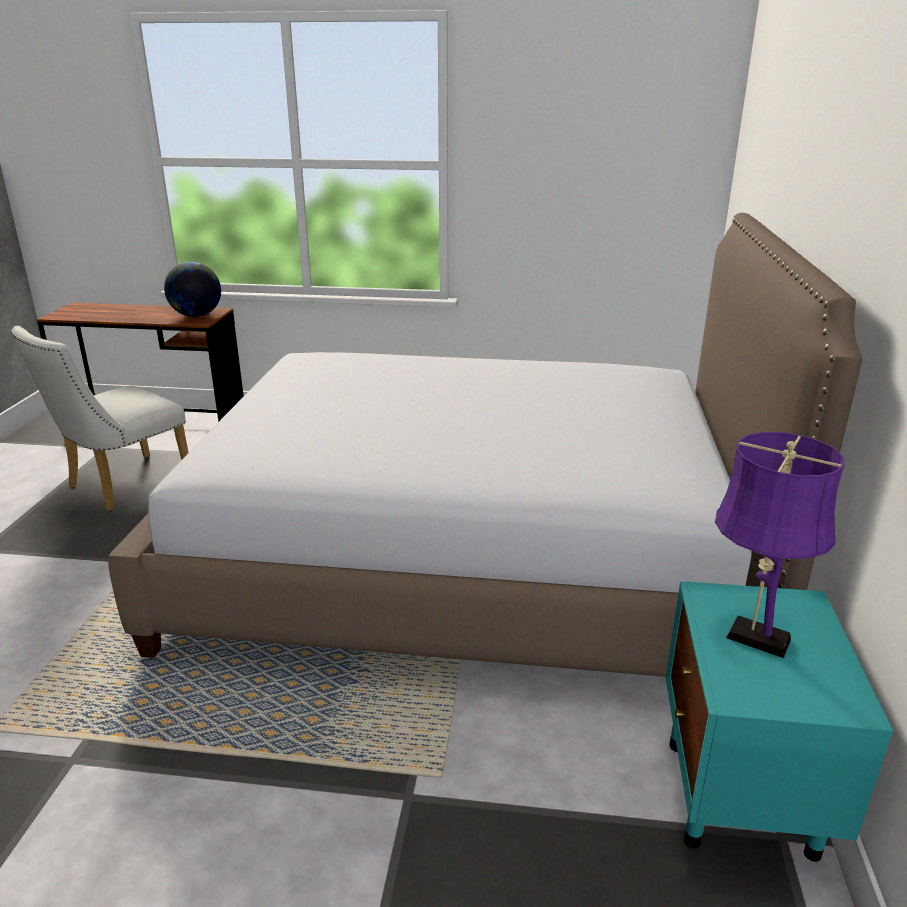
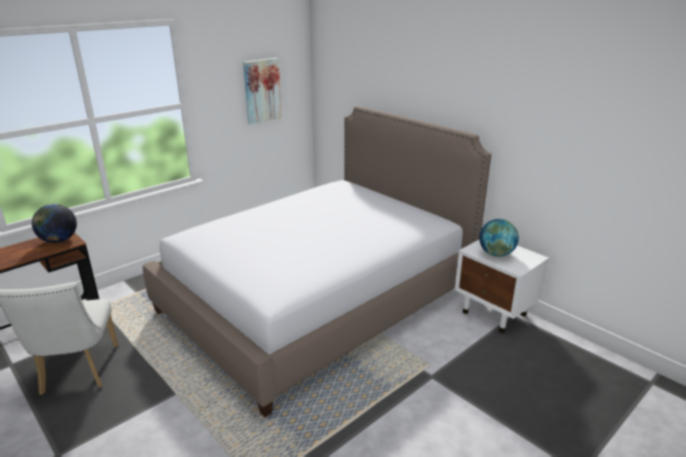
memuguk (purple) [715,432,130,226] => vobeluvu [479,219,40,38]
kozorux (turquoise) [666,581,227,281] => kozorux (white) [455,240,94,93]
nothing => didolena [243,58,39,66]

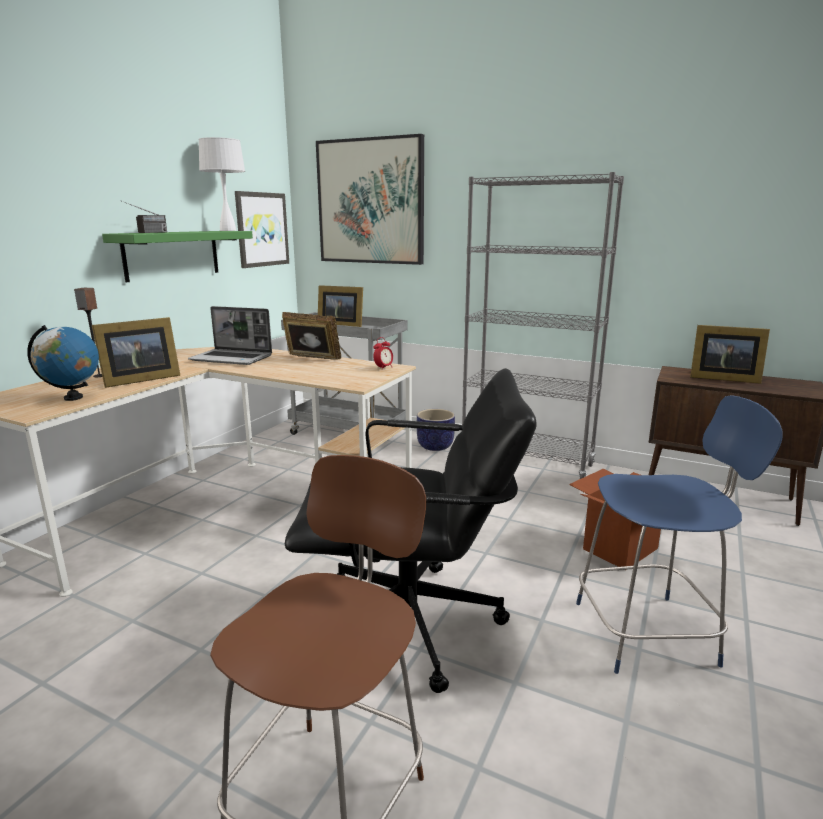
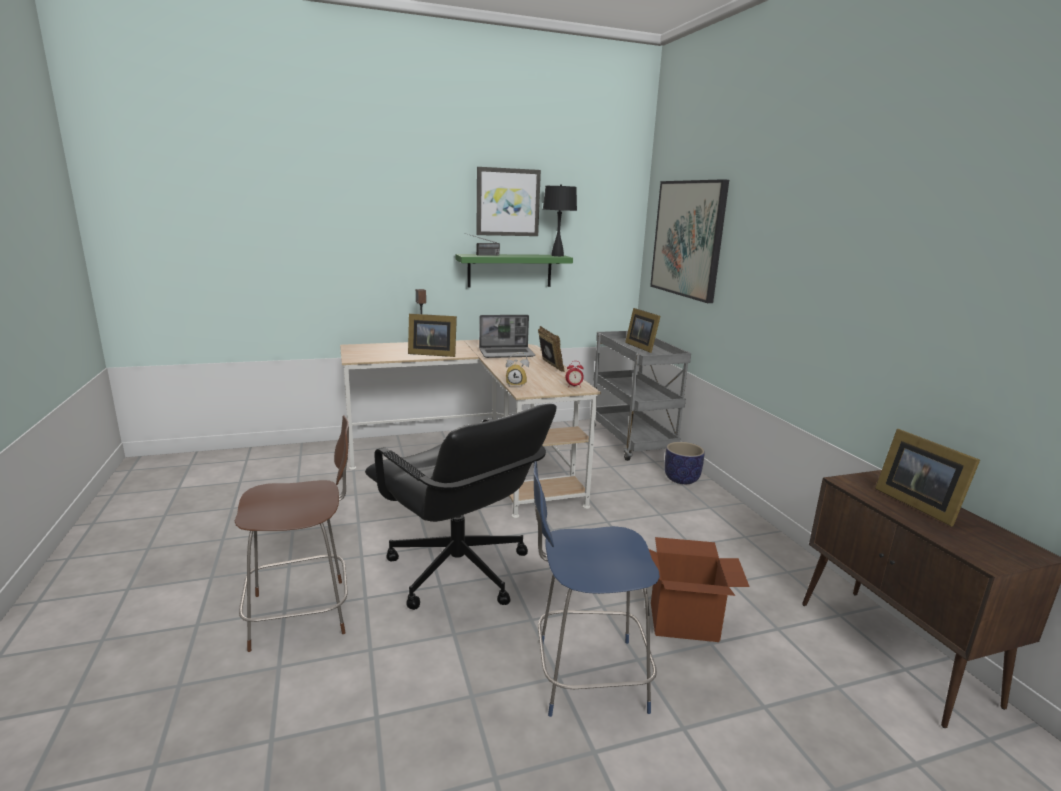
memuguk (white) [198,137,47,94] => memuguk (black) [543,184,34,72]
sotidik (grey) [462,172,162,307] => nothing
didolena [235,191,54,77] => didolena [476,167,65,69], move
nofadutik [188,306,84,59] => nofadutik [479,315,56,43], 75 degrees counterclockwise
vobeluvu [27,325,72,76] => nothing
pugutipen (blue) [576,395,206,279] => pugutipen (blue) [534,461,126,256], 135 degrees clockwise
nothing => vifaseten [506,352,23,34]

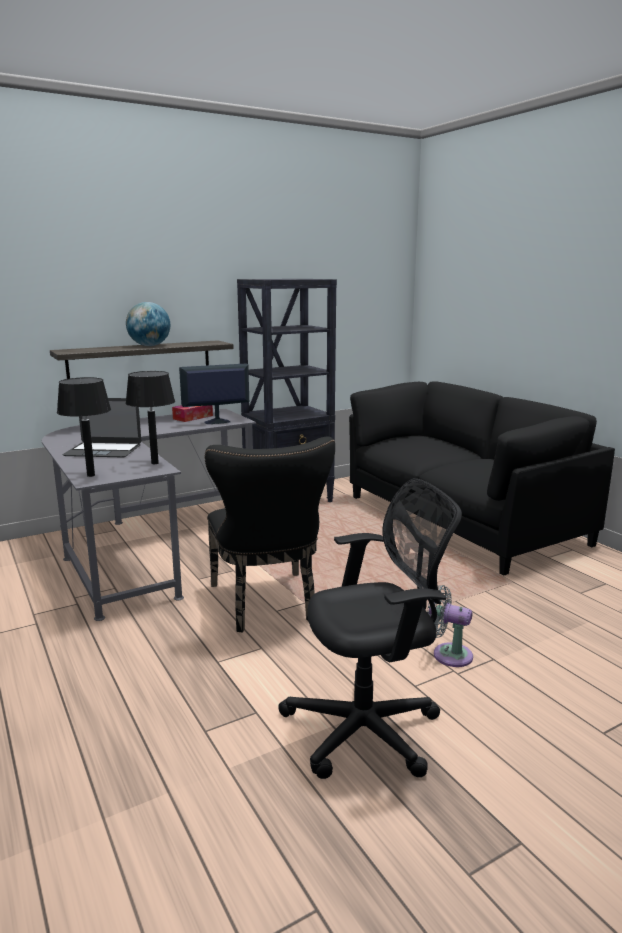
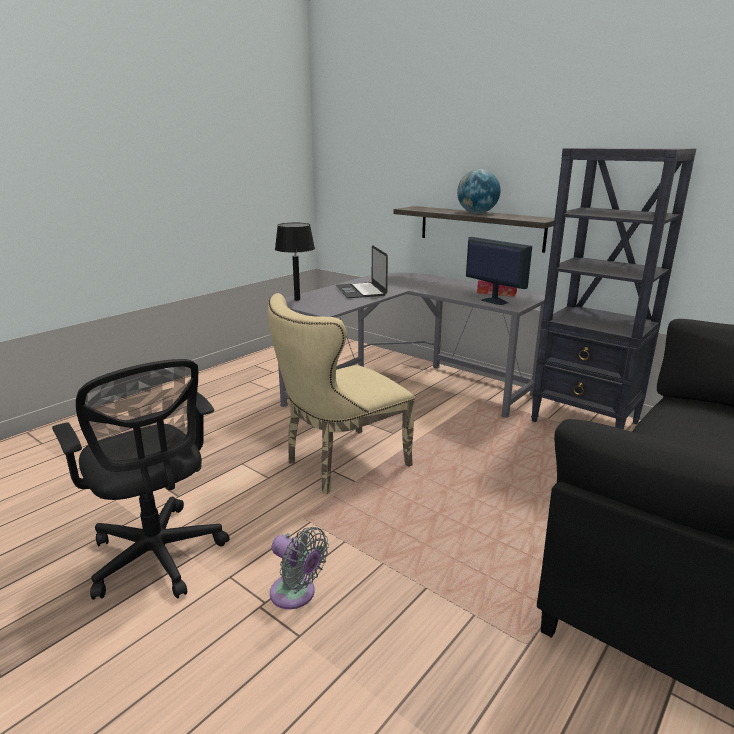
memuguk (black) [125,371,50,93] => nothing
pugutipen (black) [205,437,130,196] => pugutipen (beige) [268,293,147,201]
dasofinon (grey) [427,585,46,82] => dasofinon (grey) [270,527,59,82], 120 degrees clockwise

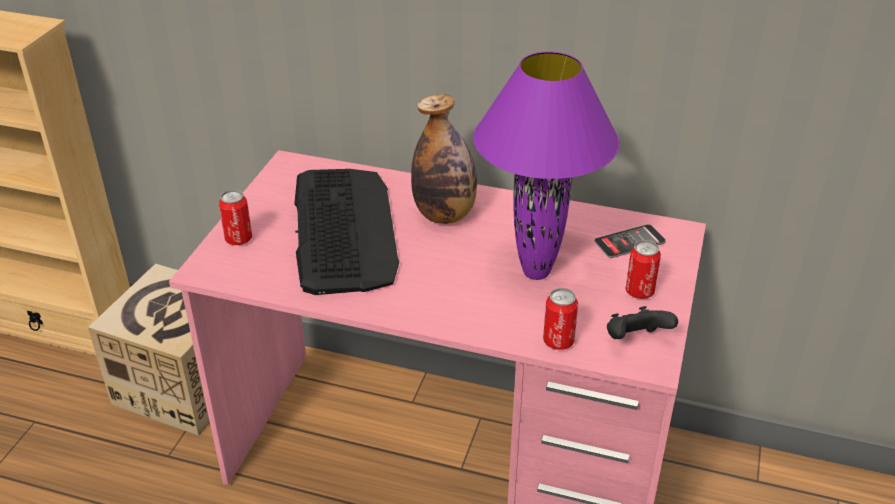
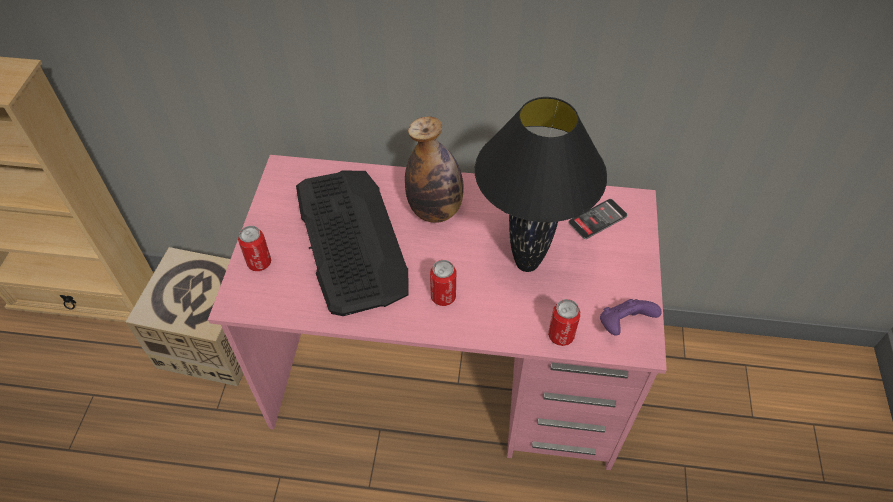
memuguk (purple) [473,51,146,229] => memuguk (black) [475,97,132,175]
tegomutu [625,240,36,59] => tegomutu [430,260,26,46], move
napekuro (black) [607,306,71,33] => napekuro (purple) [600,299,62,37]

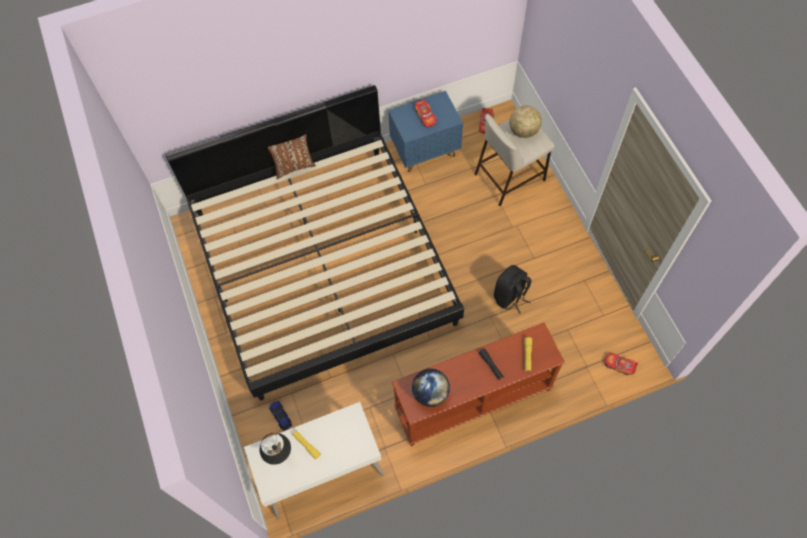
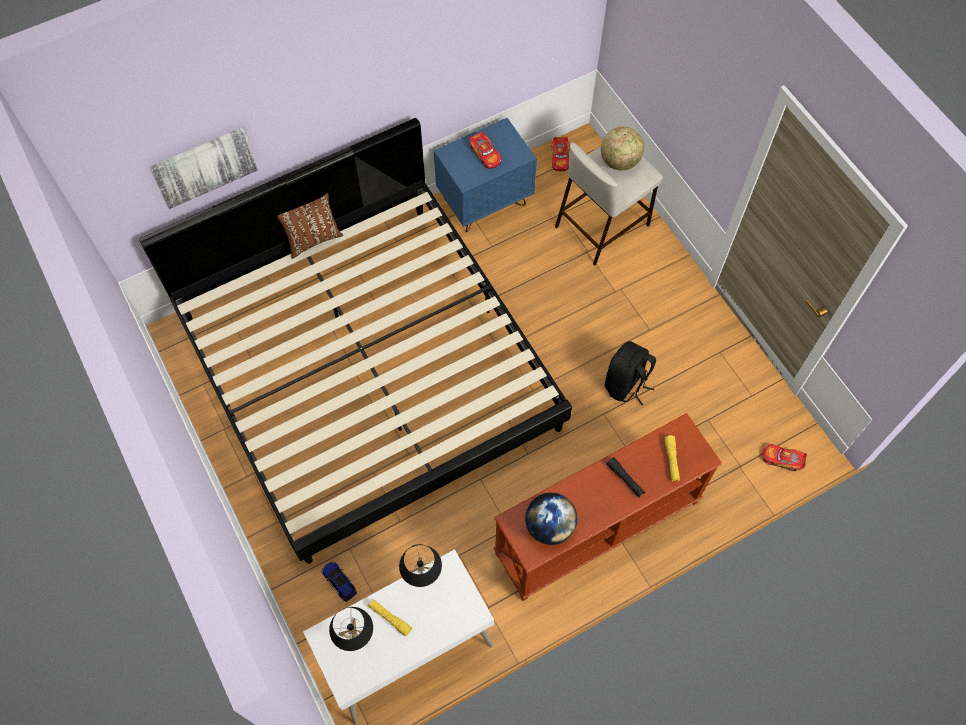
nothing => didolena [149,127,109,82]
nothing => memuguk (black) [399,544,43,43]

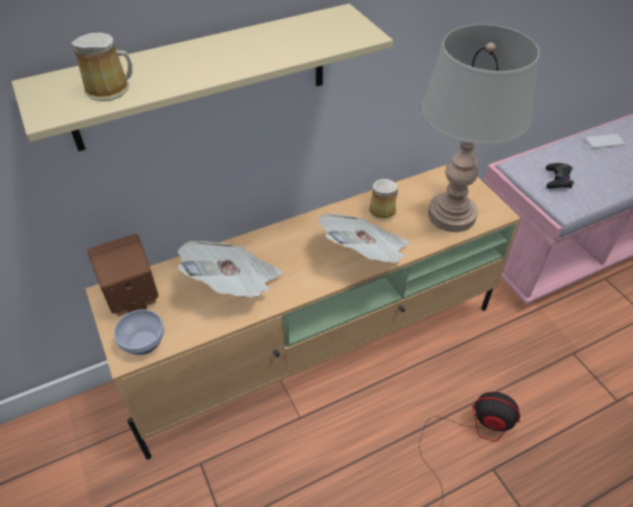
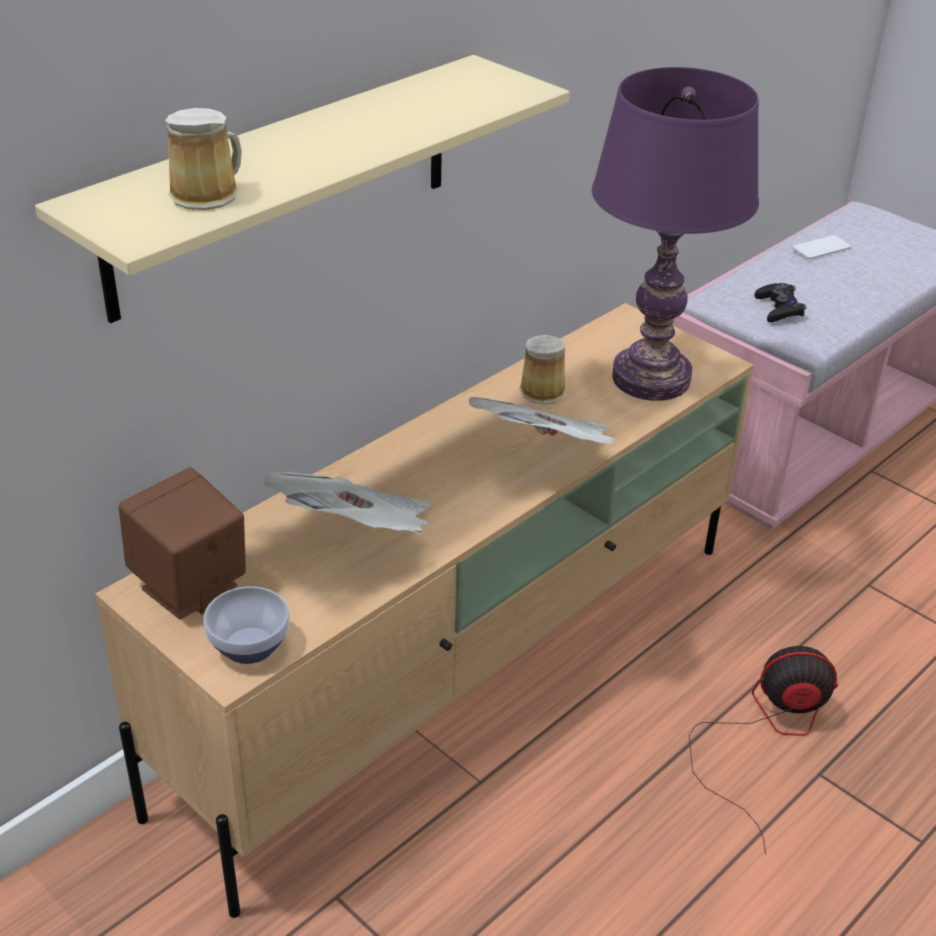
memuguk (grey) [421,24,118,208] => memuguk (purple) [592,67,167,334]

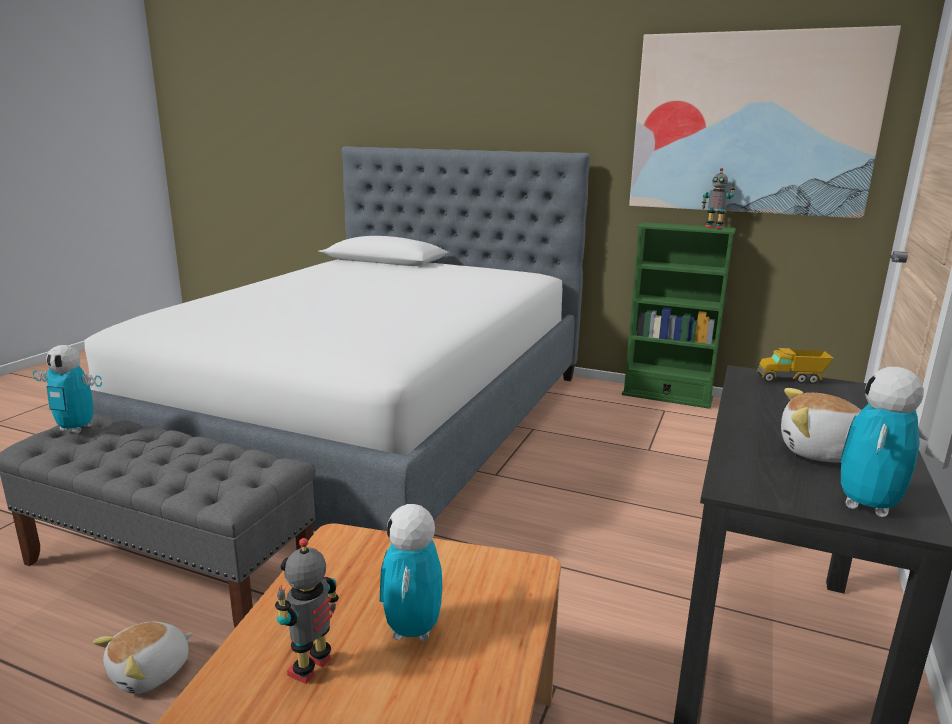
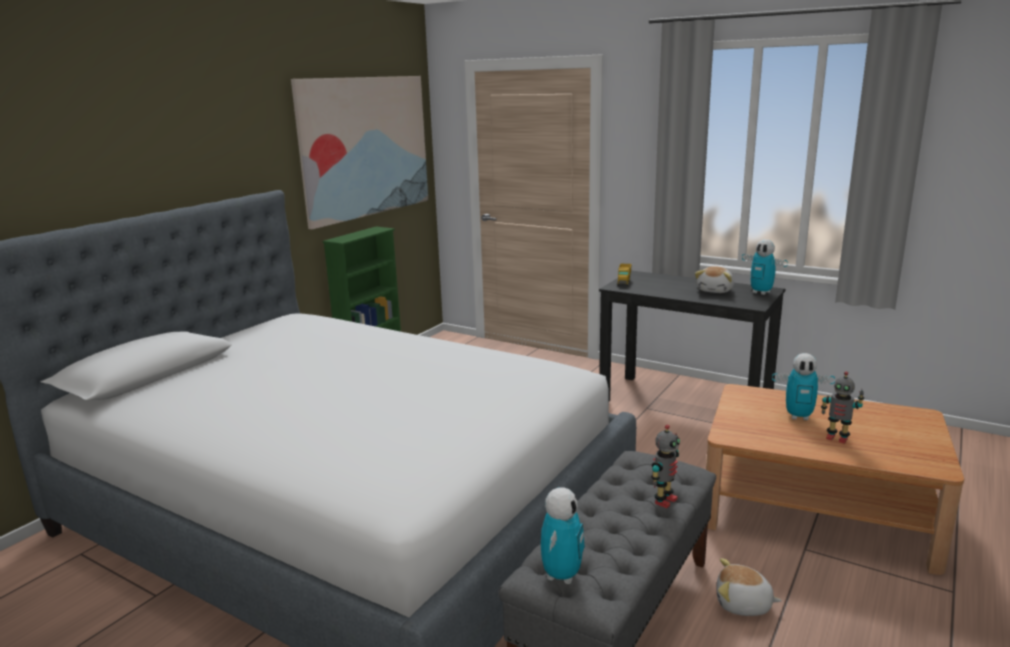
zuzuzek [702,168,33,61] => zuzuzek [651,424,29,84], move
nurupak [93,622,100,72] => nurupak [716,558,66,58], 150 degrees clockwise

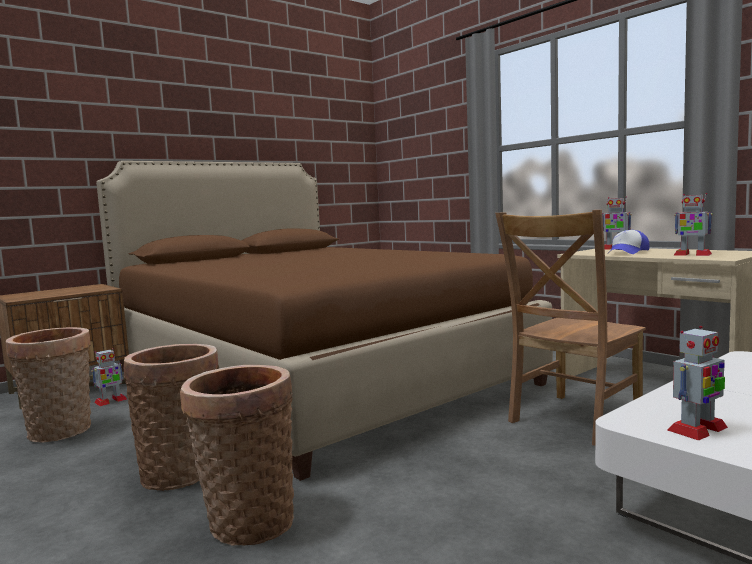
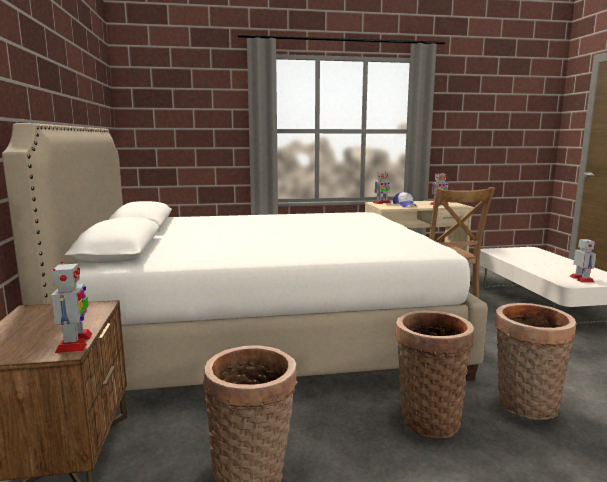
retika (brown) [96,161,457,320] => retika (white) [2,123,486,268]
zuzuzek [91,348,36,58] => zuzuzek [51,261,41,92], move

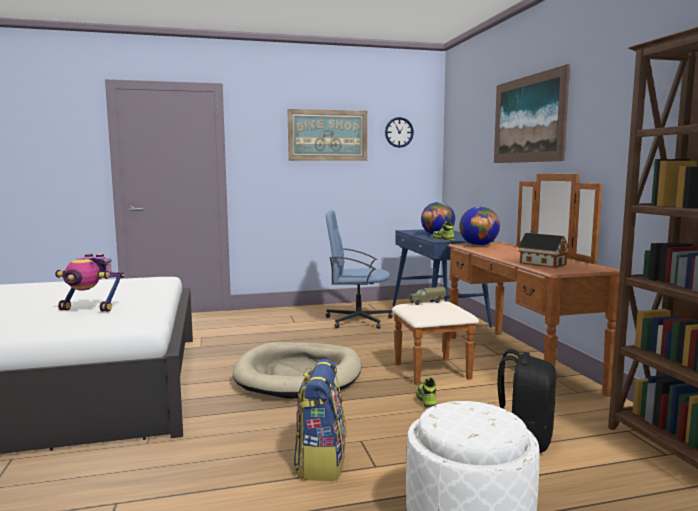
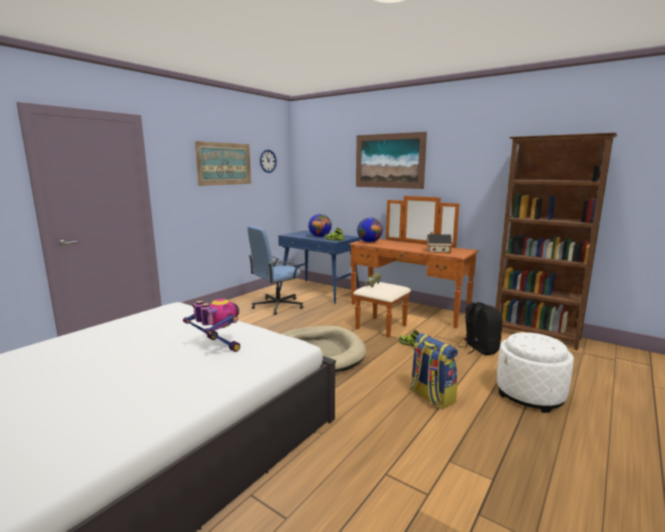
zuzuzek [55,254,69,58] => zuzuzek [183,299,57,53], 105 degrees counterclockwise

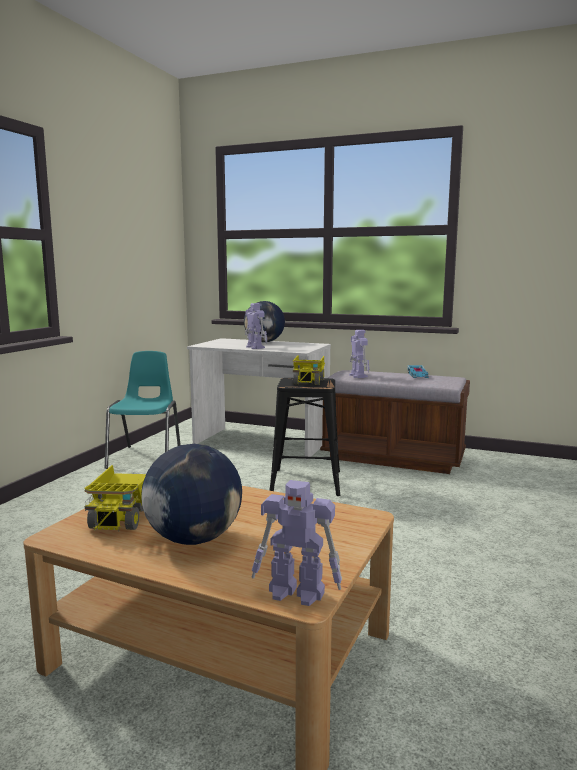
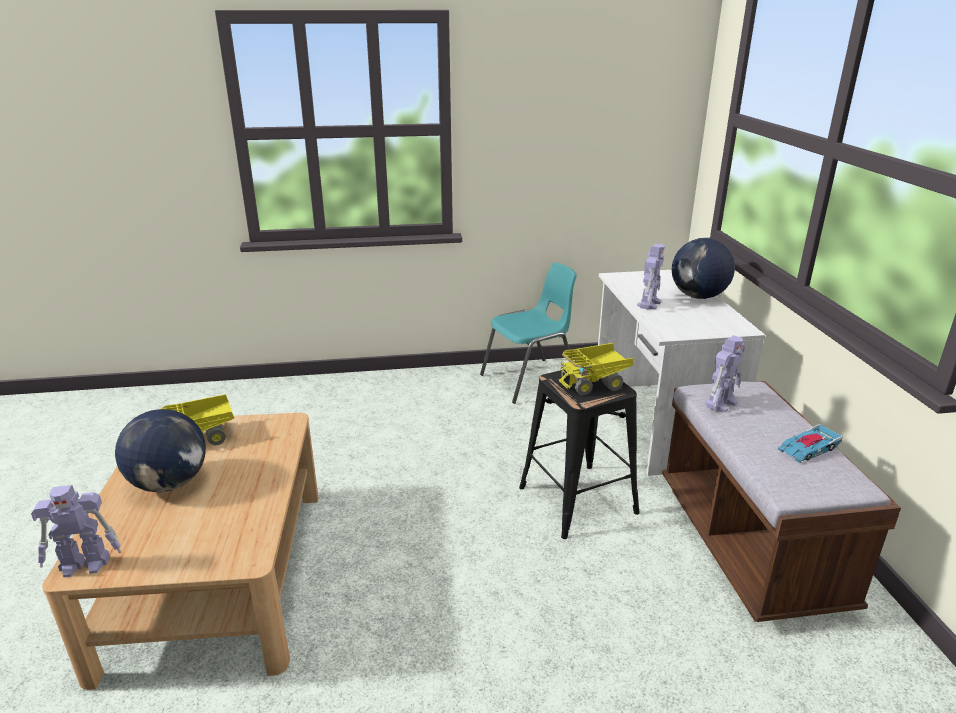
zuzuzek [252,480,90,126] => zuzuzek [31,485,91,92], 90 degrees counterclockwise

